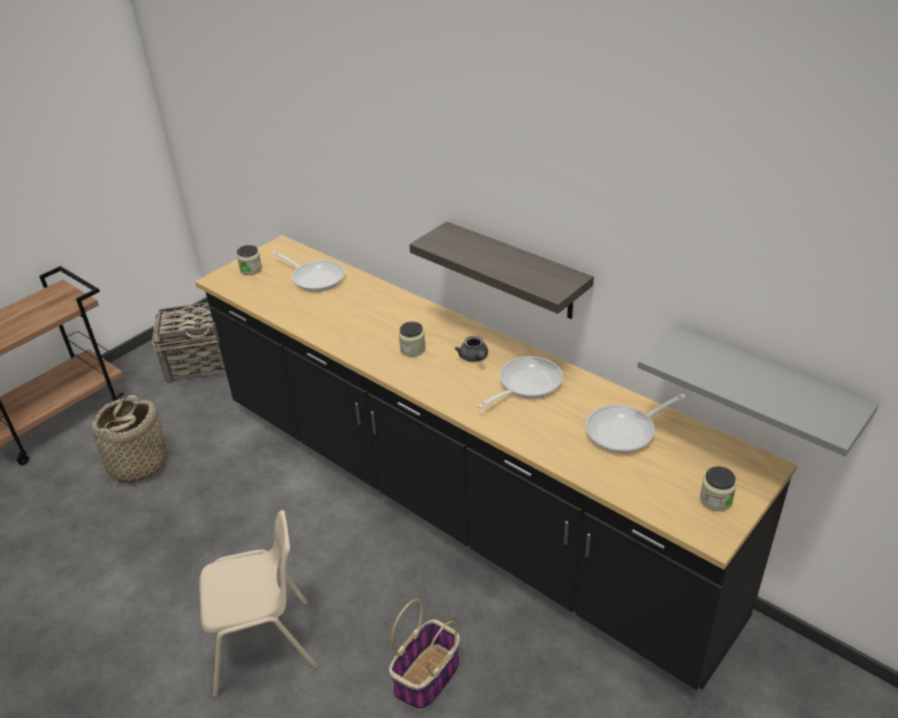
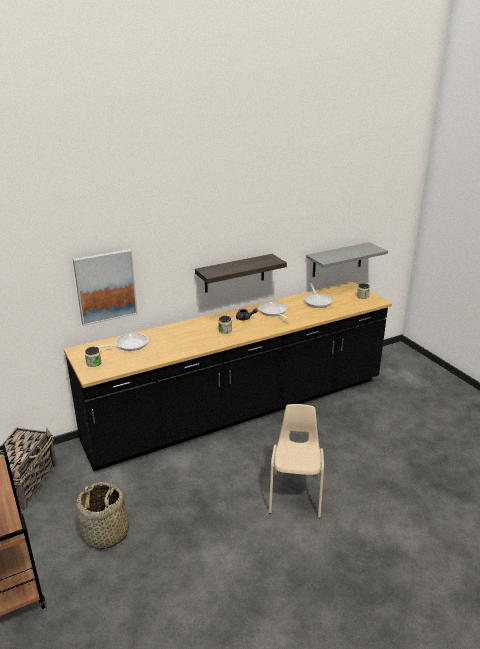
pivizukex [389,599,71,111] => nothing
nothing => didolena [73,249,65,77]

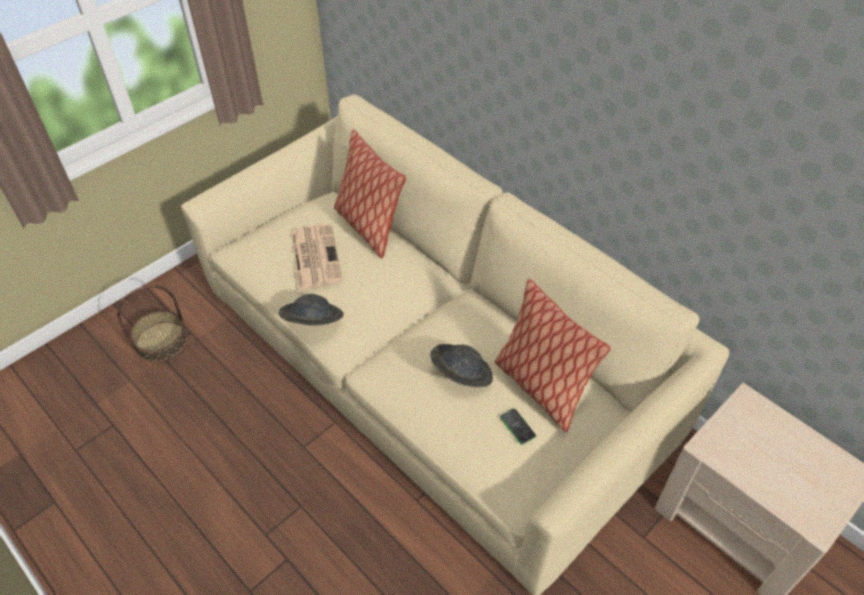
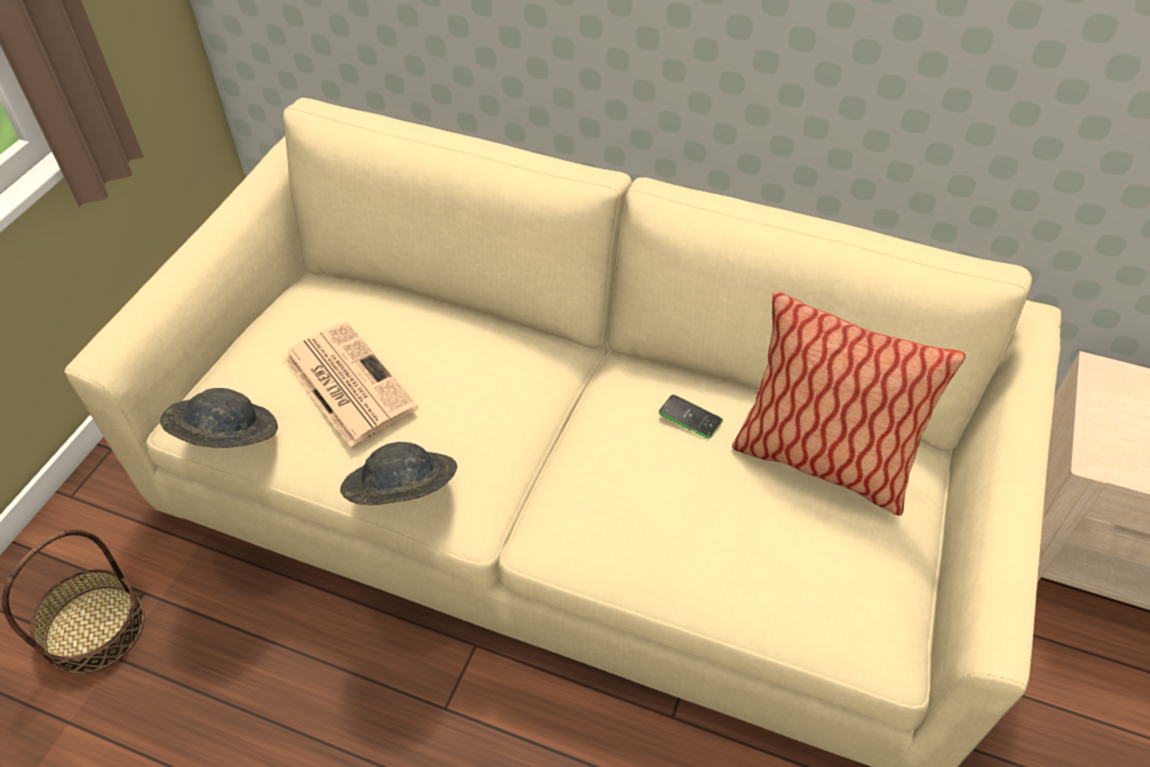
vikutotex [334,130,72,128] => nothing
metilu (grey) [430,344,63,43] => metilu (grey) [160,388,118,60], move
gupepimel [500,409,36,36] => gupepimel [659,395,64,43], move

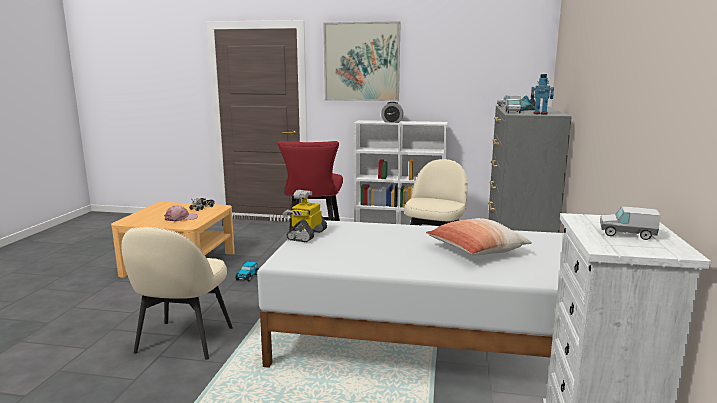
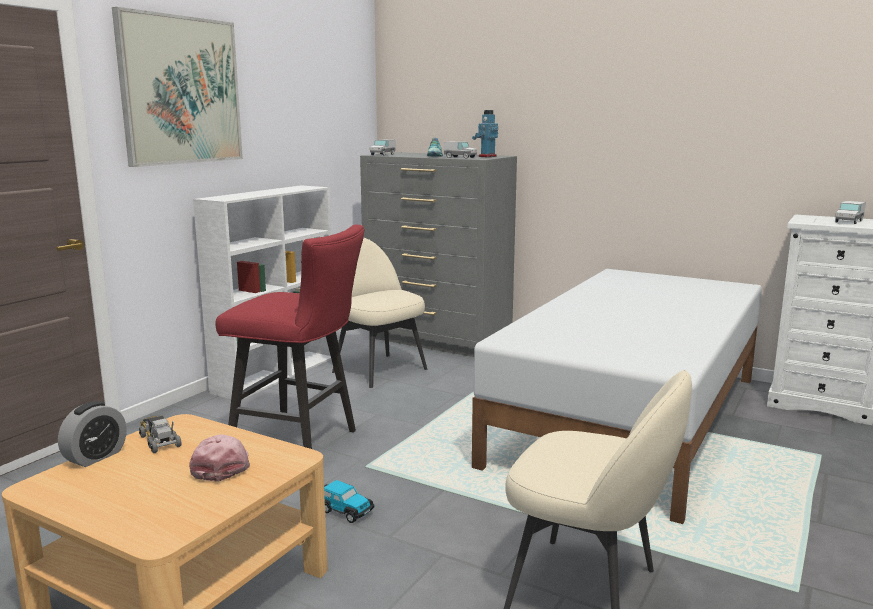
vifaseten [381,102,23,21] => vifaseten [58,401,69,66], move
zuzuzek [283,190,44,52] => nothing
vikutotex [426,218,106,38] => nothing

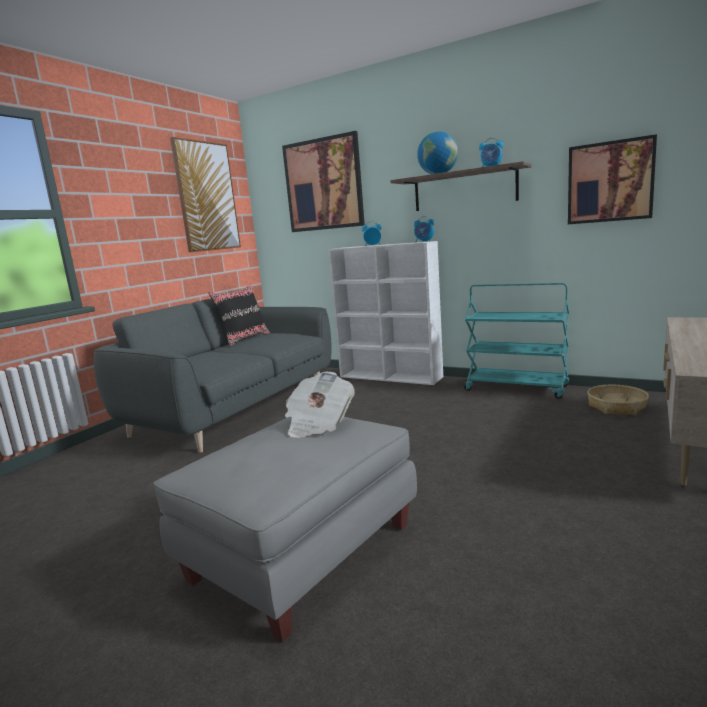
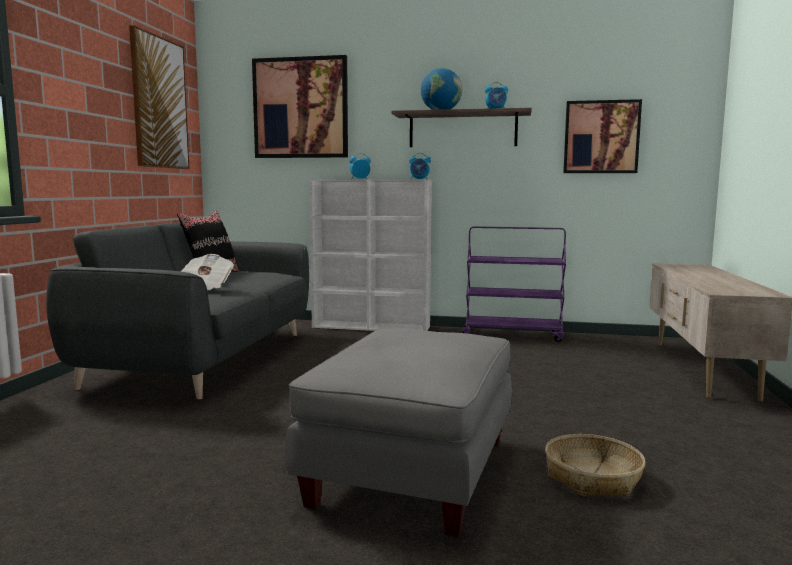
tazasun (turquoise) [464,283,105,116] => tazasun (purple) [462,226,104,116]
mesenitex [285,372,70,66] => mesenitex [180,254,54,36], move
pivizukex [588,385,61,30] => pivizukex [545,434,101,63], move

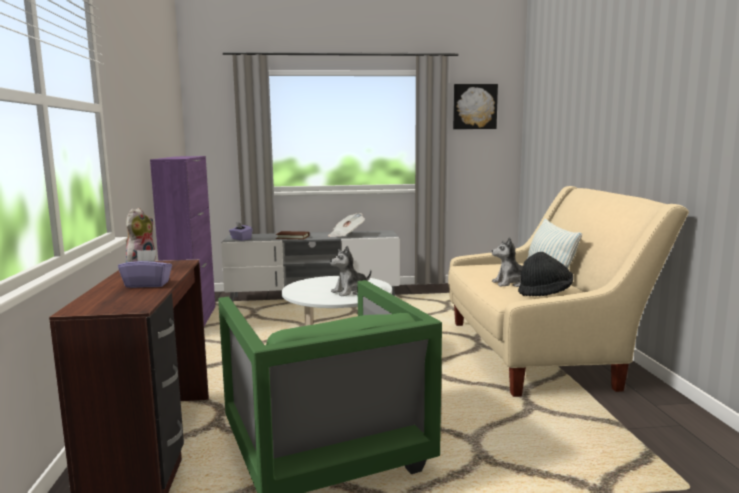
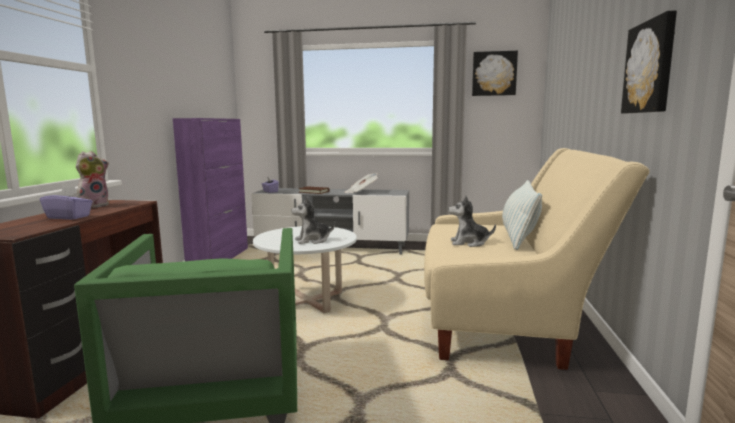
metilu (black) [518,252,55,44] => nothing
nothing => didolena [621,10,56,103]

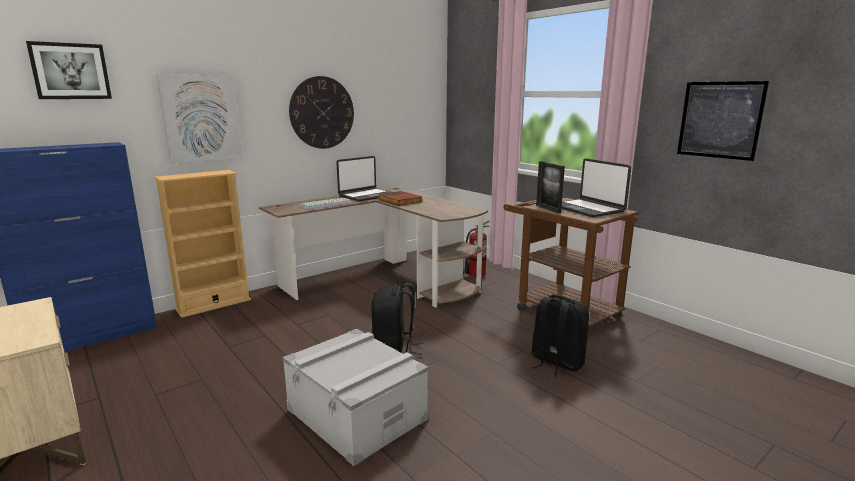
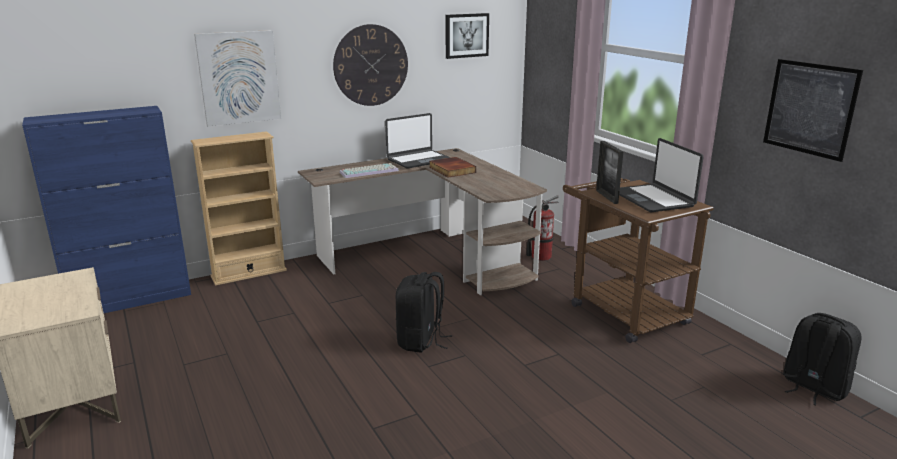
didolena [26,41,86,58] => didolena [446,13,43,46], move
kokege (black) [531,295,58,82] => kokege (black) [783,313,79,93], move
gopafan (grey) [283,329,145,137] => nothing

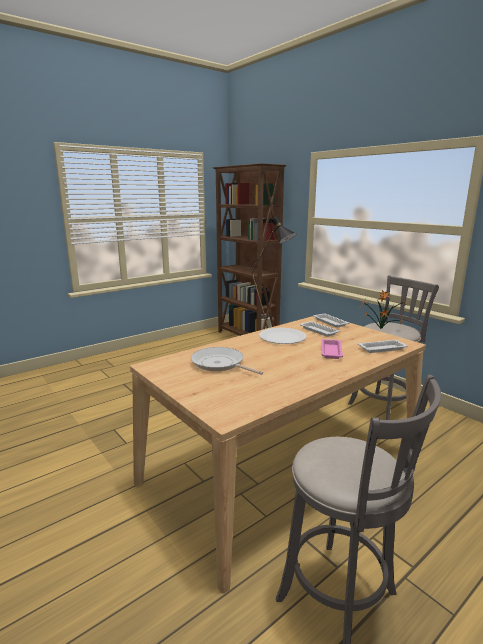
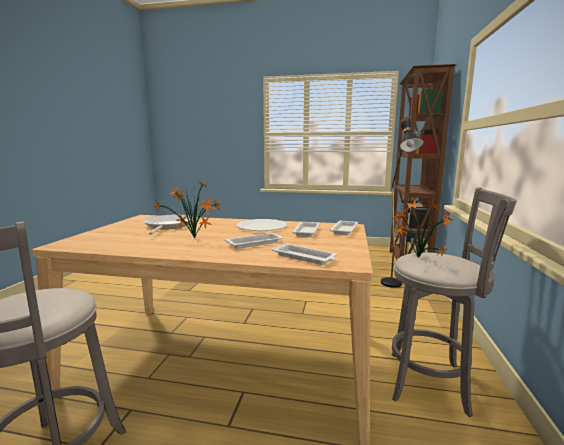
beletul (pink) [321,339,22,20] => beletul (white) [225,233,58,16]
nothing => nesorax [155,182,65,56]

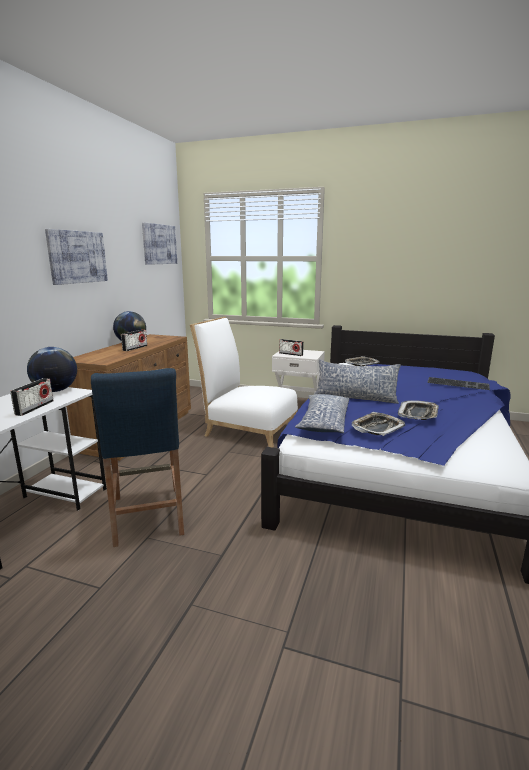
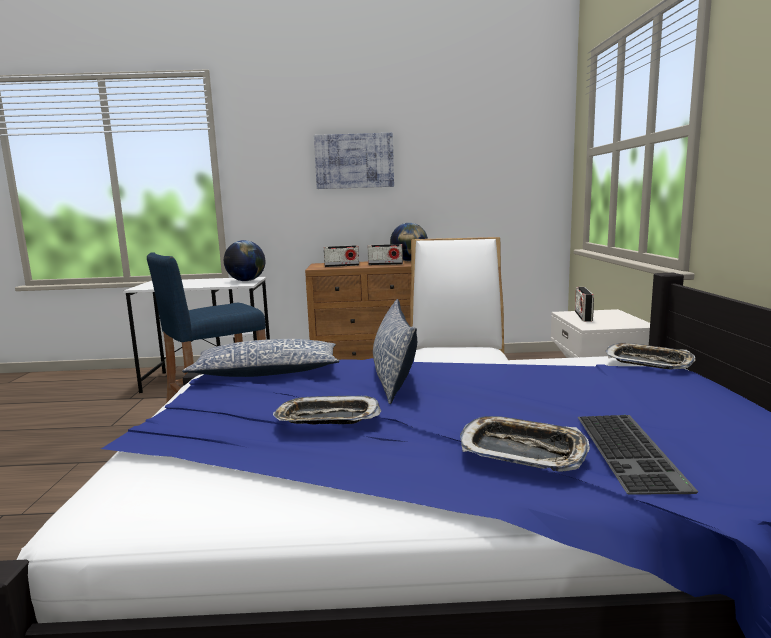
didolena [142,222,35,43] => nothing
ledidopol [10,378,43,38] => ledidopol [324,245,35,22], move
beletul [352,412,53,24] => beletul [460,416,130,56], move

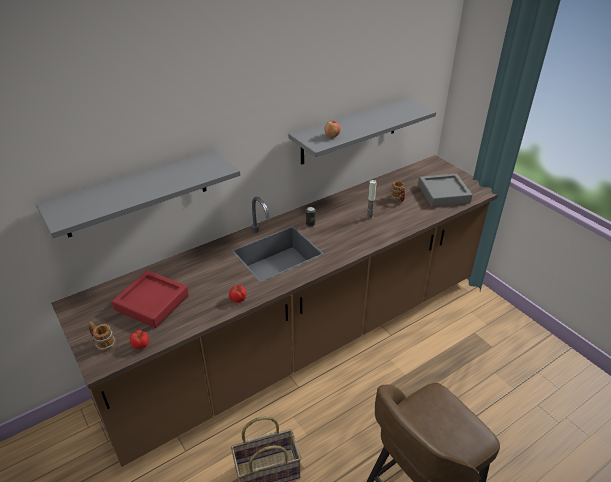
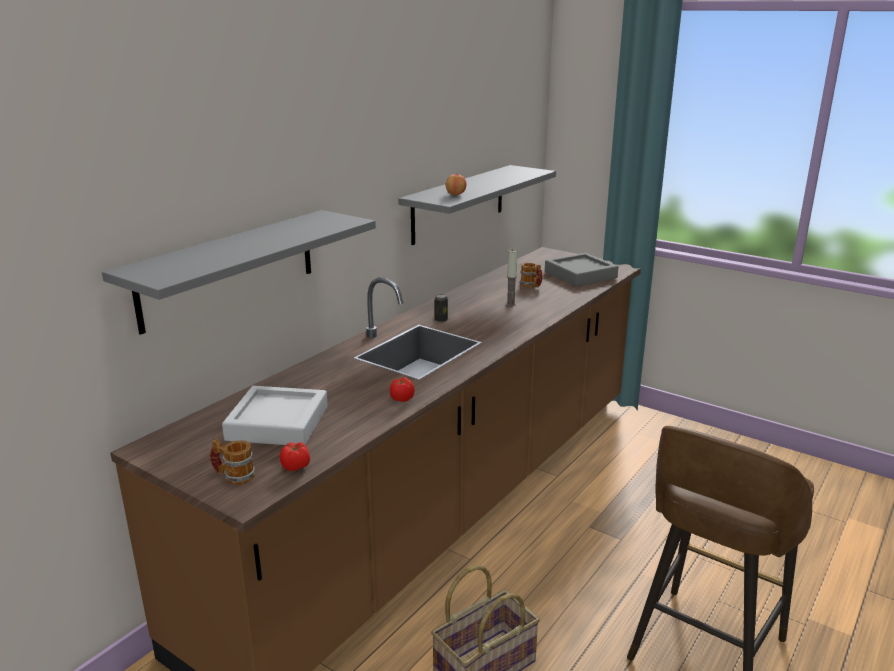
beletul (red) [112,270,77,58] => beletul (grey) [222,386,106,59]

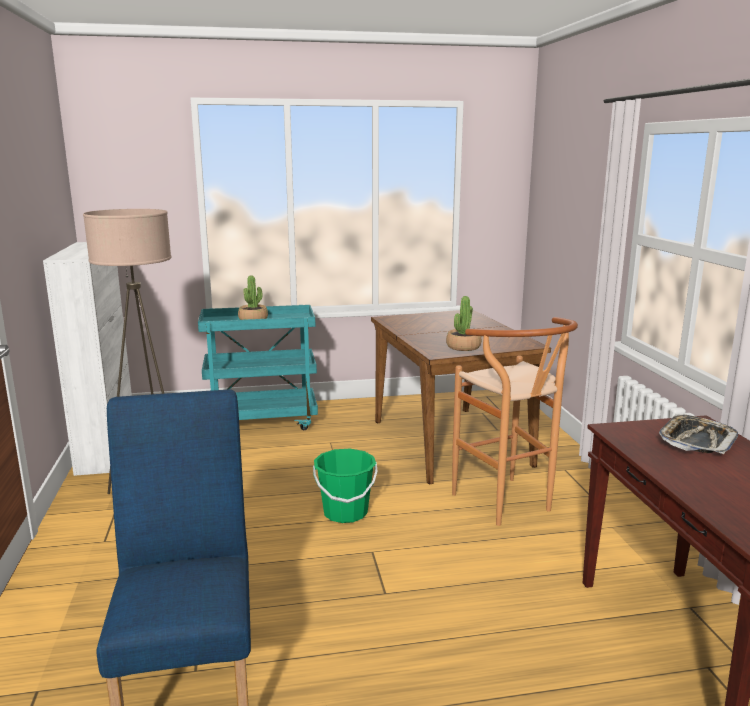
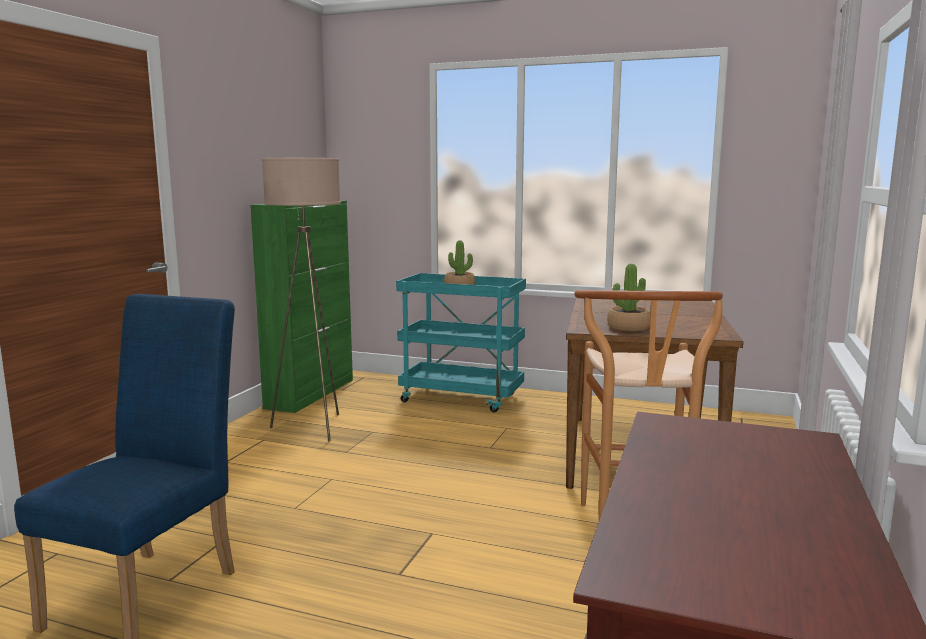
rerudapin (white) [43,242,89,234] => rerudapin (green) [250,201,103,212]
beletul [659,414,79,40] => nothing
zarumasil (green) [313,449,65,74] => nothing

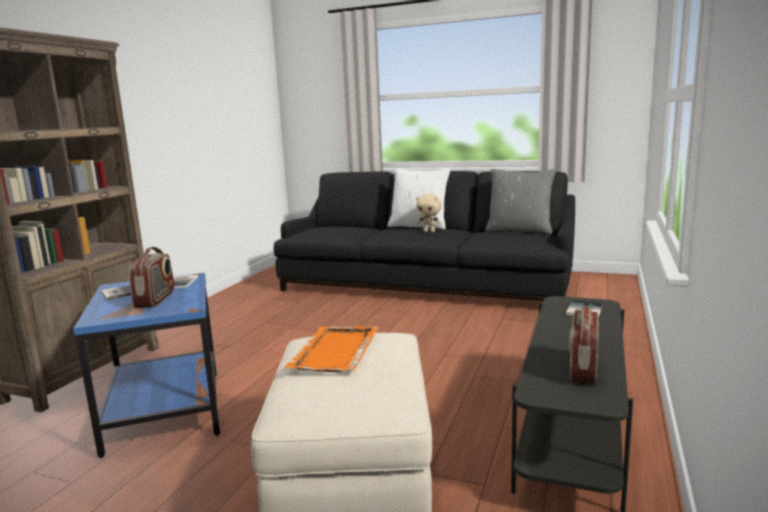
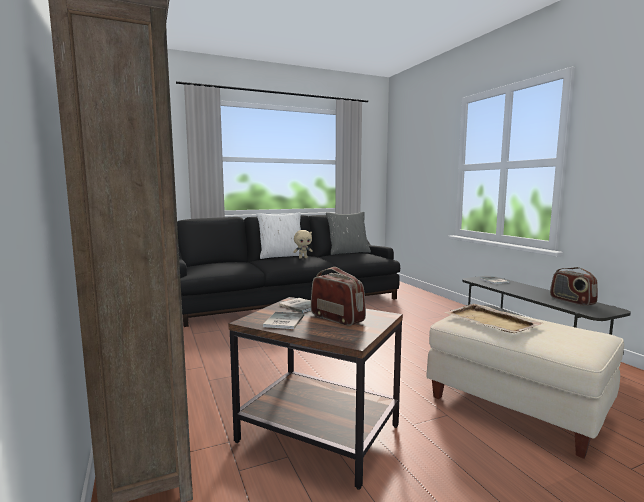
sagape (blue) [73,273,147,185] => sagape (brown) [228,297,175,193]
beletul (orange) [284,326,95,46] => beletul (beige) [444,304,99,29]

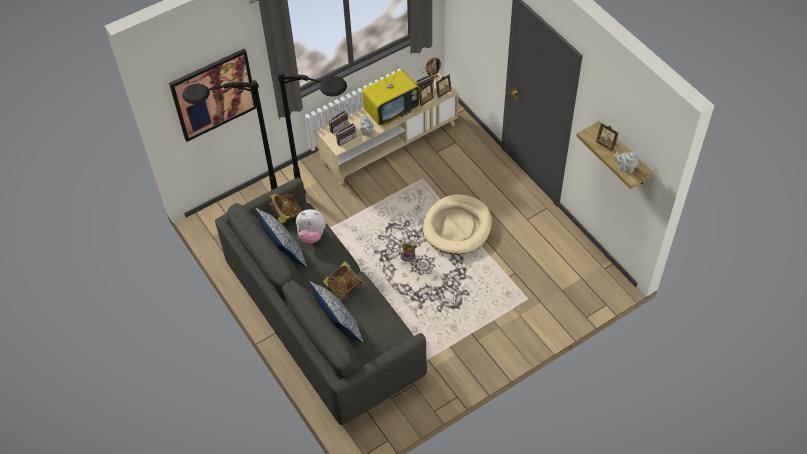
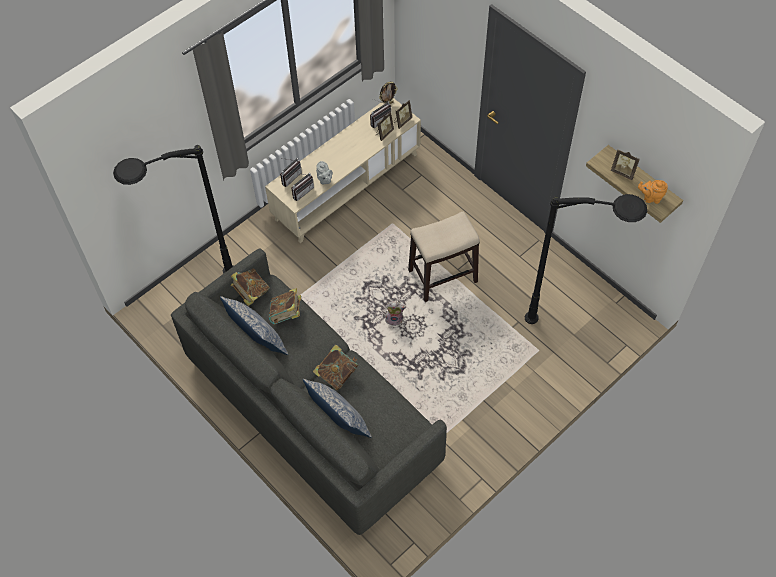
didolena [169,49,88,93] => nothing
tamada [363,66,57,60] => nothing
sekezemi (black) [278,72,69,121] => sekezemi (black) [525,194,122,130], move
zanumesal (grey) [614,152,25,21] => zanumesal (orange) [638,180,30,24]
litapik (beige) [423,194,69,60] => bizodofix [408,212,72,90]
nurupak [296,209,30,35] => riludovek [269,288,32,36]

